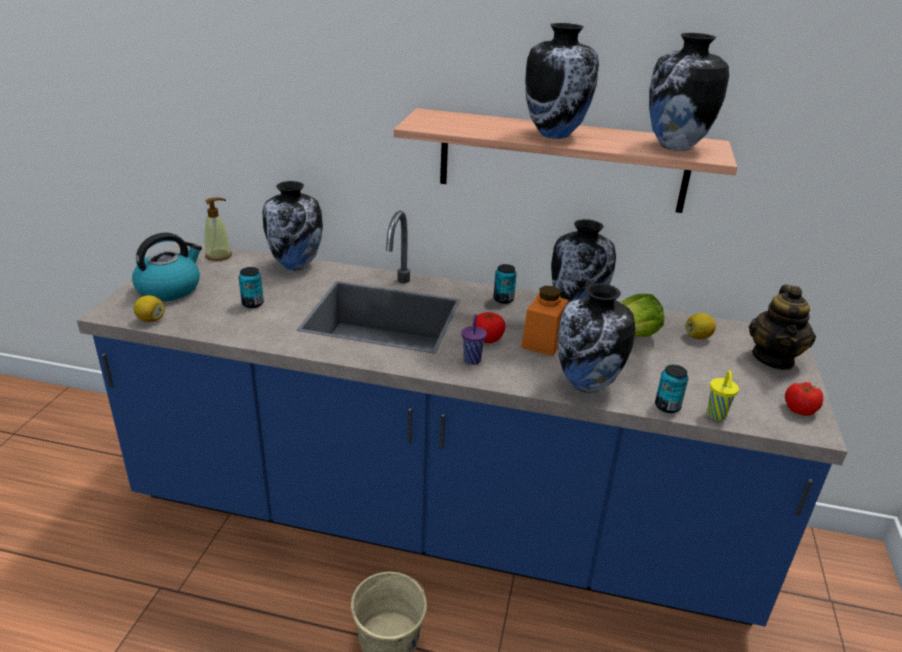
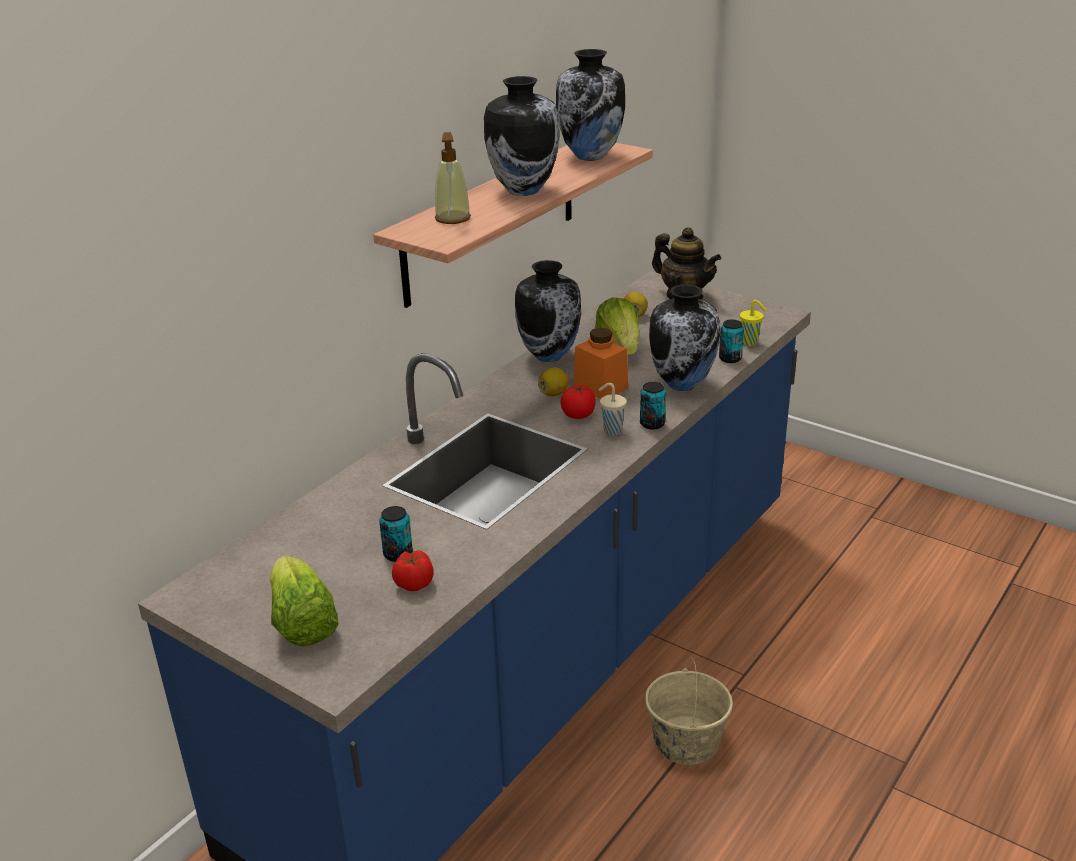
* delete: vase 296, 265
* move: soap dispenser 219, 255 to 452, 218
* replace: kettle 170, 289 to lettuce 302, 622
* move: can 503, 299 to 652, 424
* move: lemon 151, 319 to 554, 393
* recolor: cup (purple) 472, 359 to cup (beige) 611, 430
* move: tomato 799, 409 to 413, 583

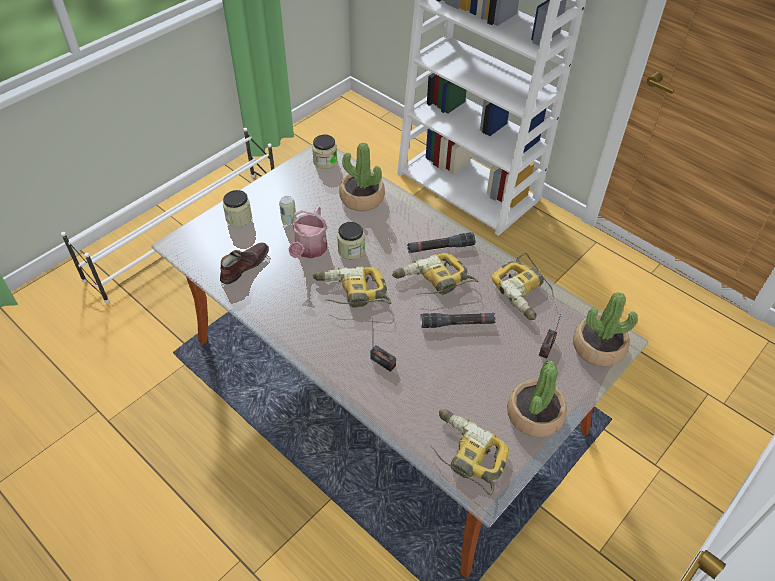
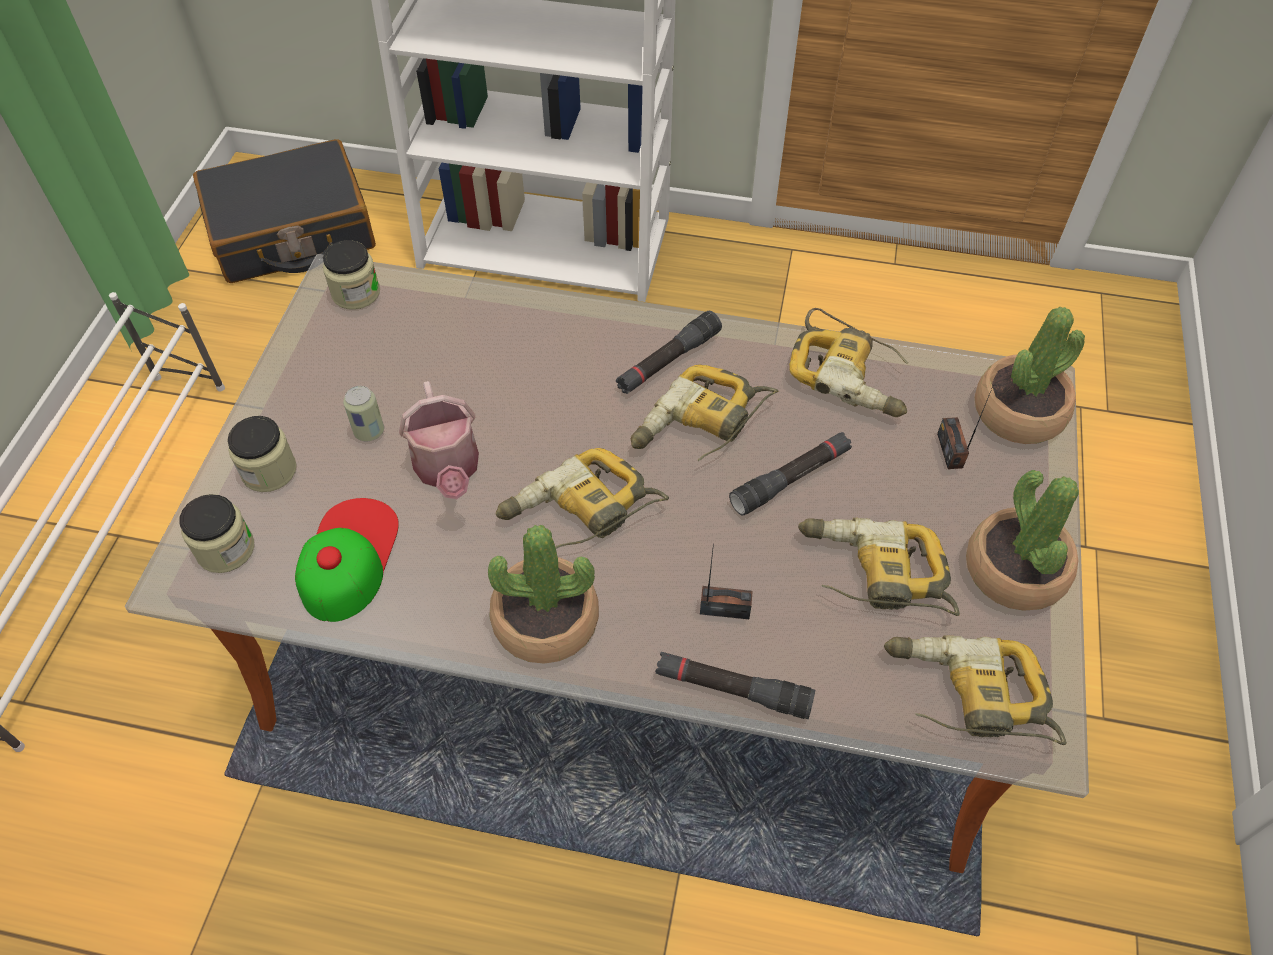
* move: potted plant 362, 198 to 545, 621
* move: jar 351, 250 to 226, 549
* replace: shoe (brown) 244, 266 to cap 348, 557
* insert: suitcase (black) 292, 232
* insert: power drill 873, 574
* insert: flashlight (black) 733, 690

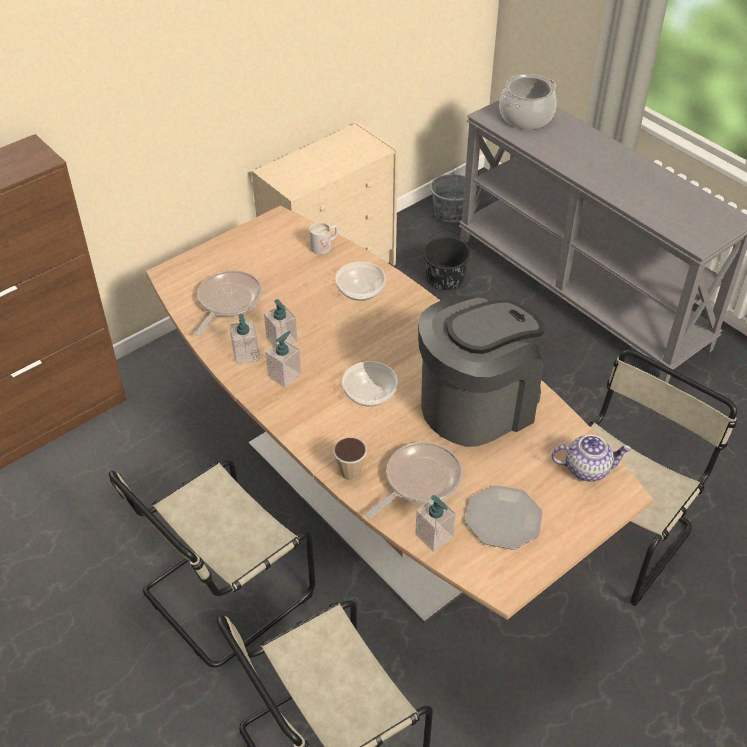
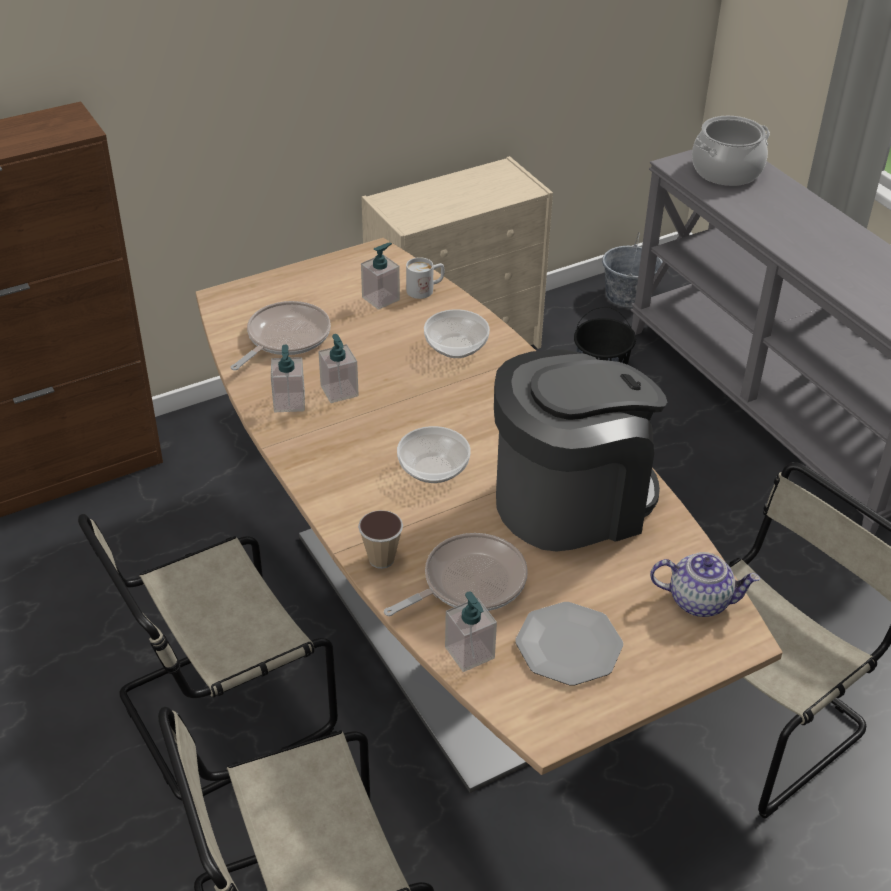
* move: soap dispenser 284, 375 to 381, 298

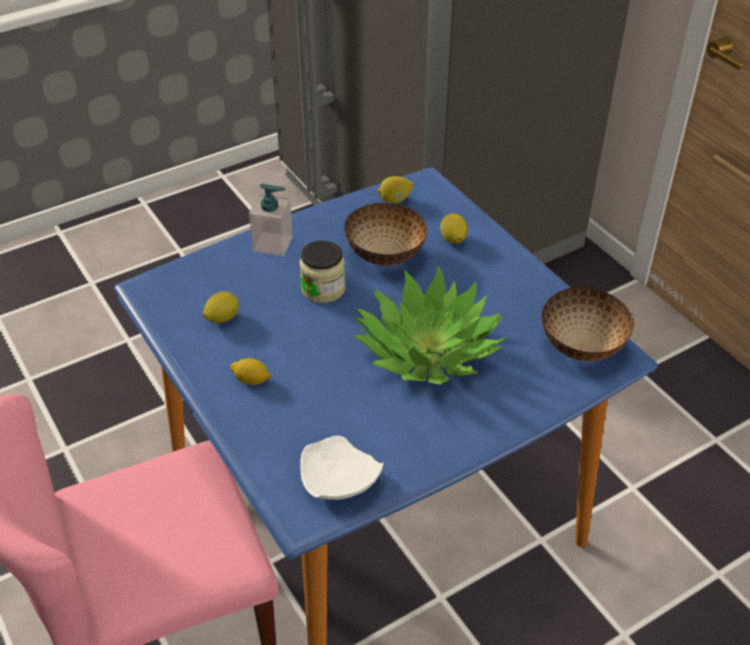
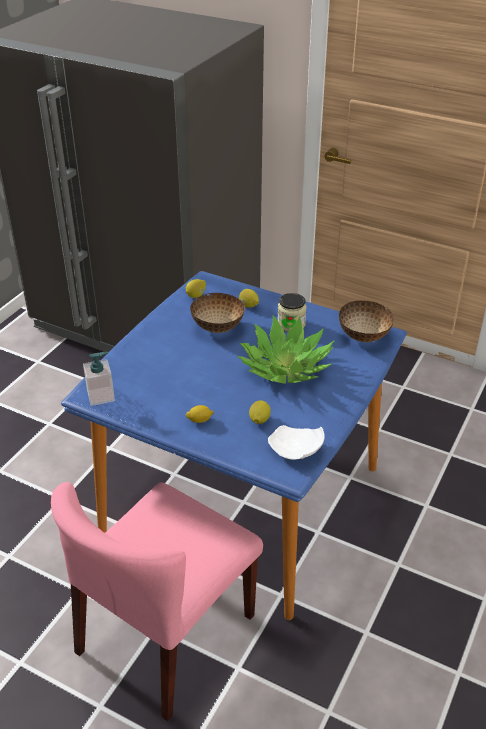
* move: soap dispenser 273, 244 to 101, 396
* move: jar 323, 289 to 291, 324
* move: lemon 222, 318 to 259, 420

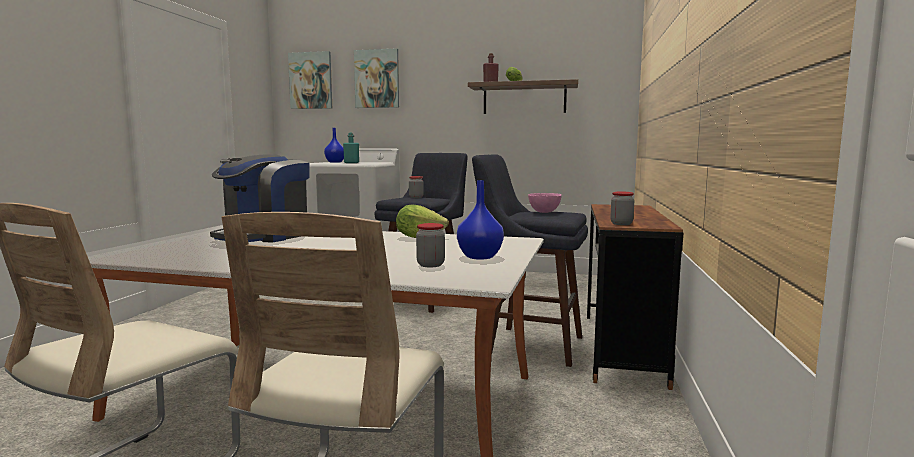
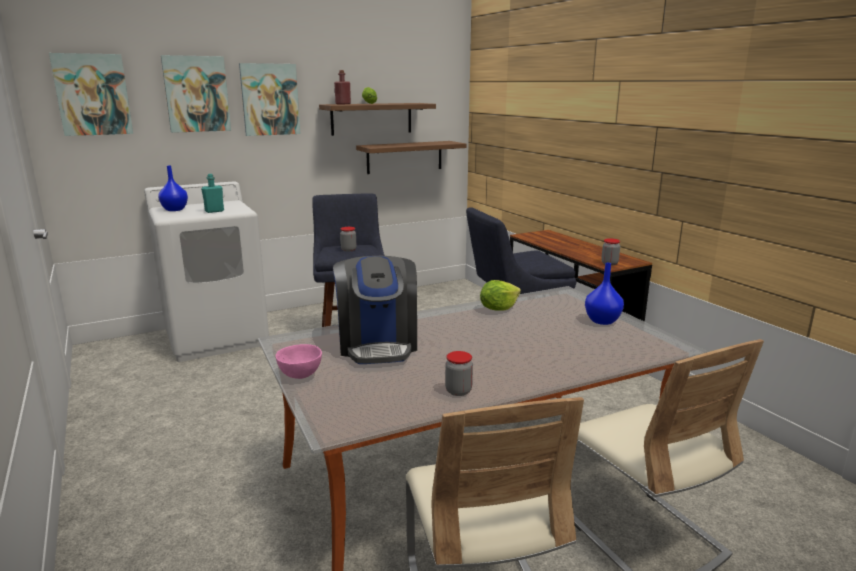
* move: bowl (pink) 544, 212 to 300, 376
* move: jar 430, 265 to 458, 391
* insert: picture 270, 99
* insert: shelf 404, 157

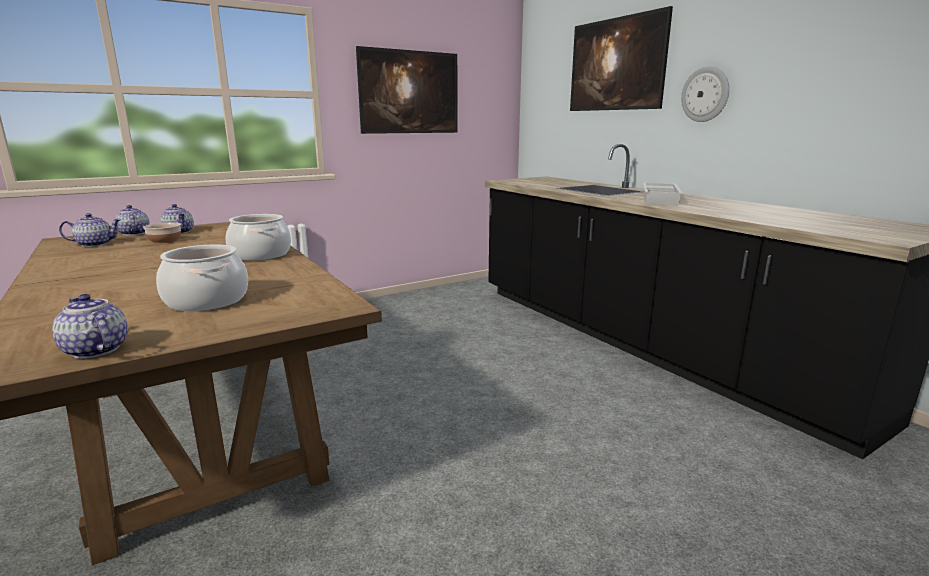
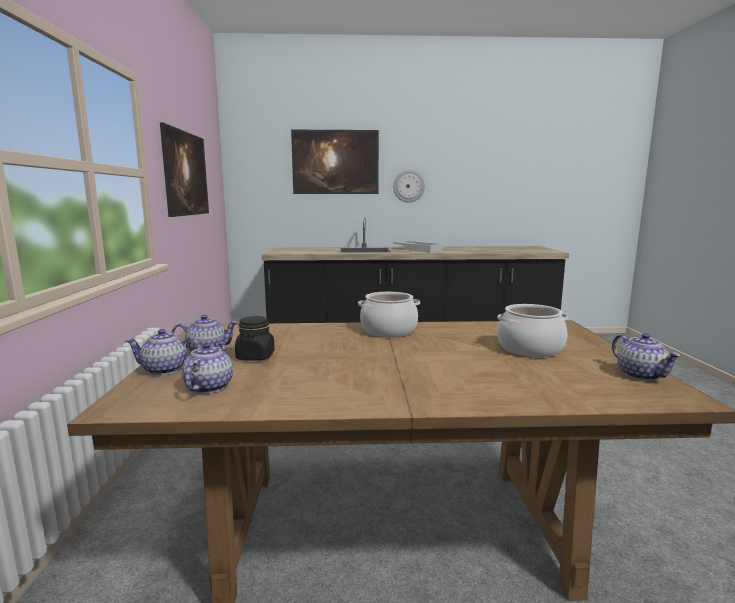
* replace: bowl 165, 241 to jar (black) 255, 357
* rotate: teapot 95, 350 = 640, 375 90 degrees counterclockwise

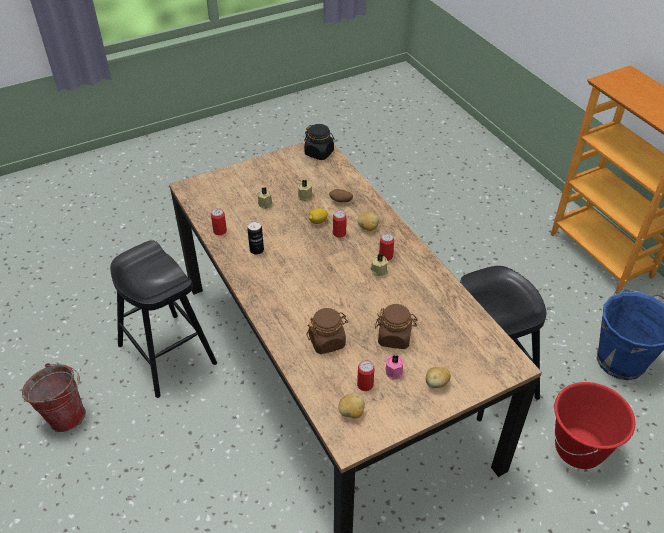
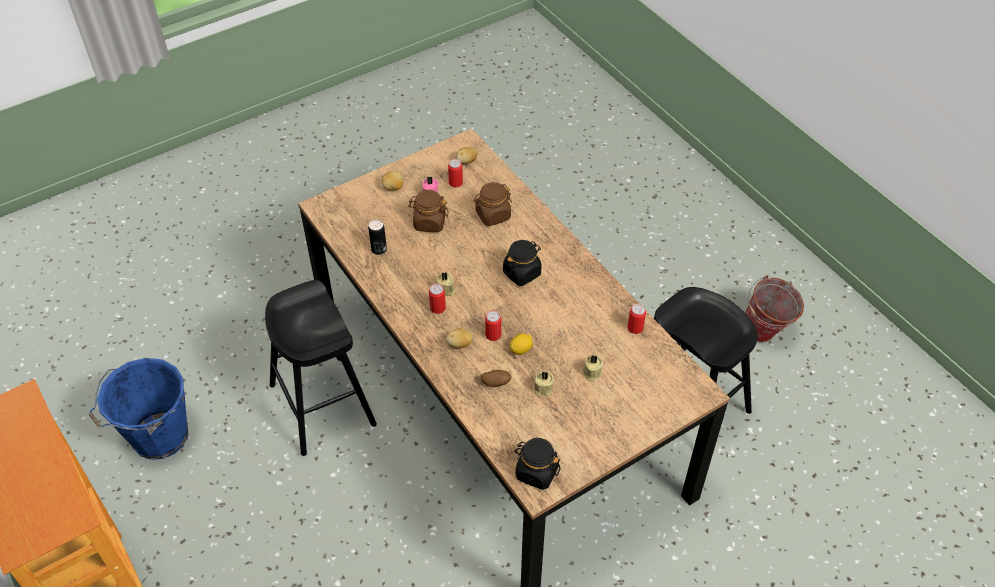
* move: can 256, 250 to 379, 249
* delete: bucket (red) 579, 449
* insert: jar (black) 522, 273

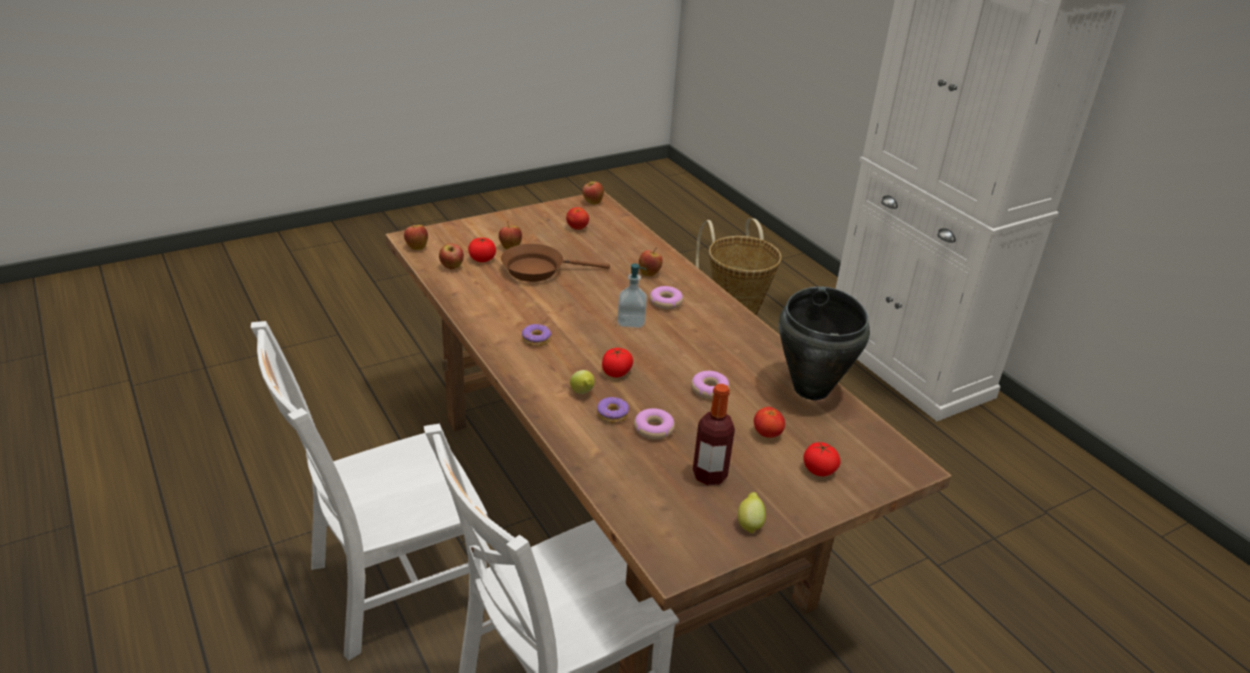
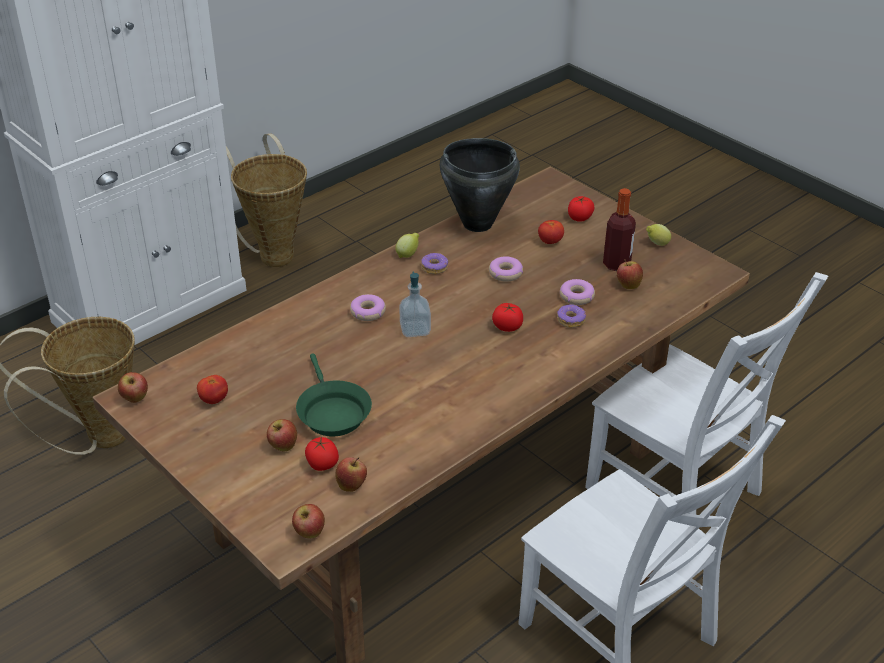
* recolor: frying pan (brown) 538, 270 to frying pan (green) 332, 412
* move: apple 649, 273 to 628, 285
* move: donut 536, 340 to 434, 267
* move: lemon 582, 393 to 408, 254
* insert: basket 274, 253

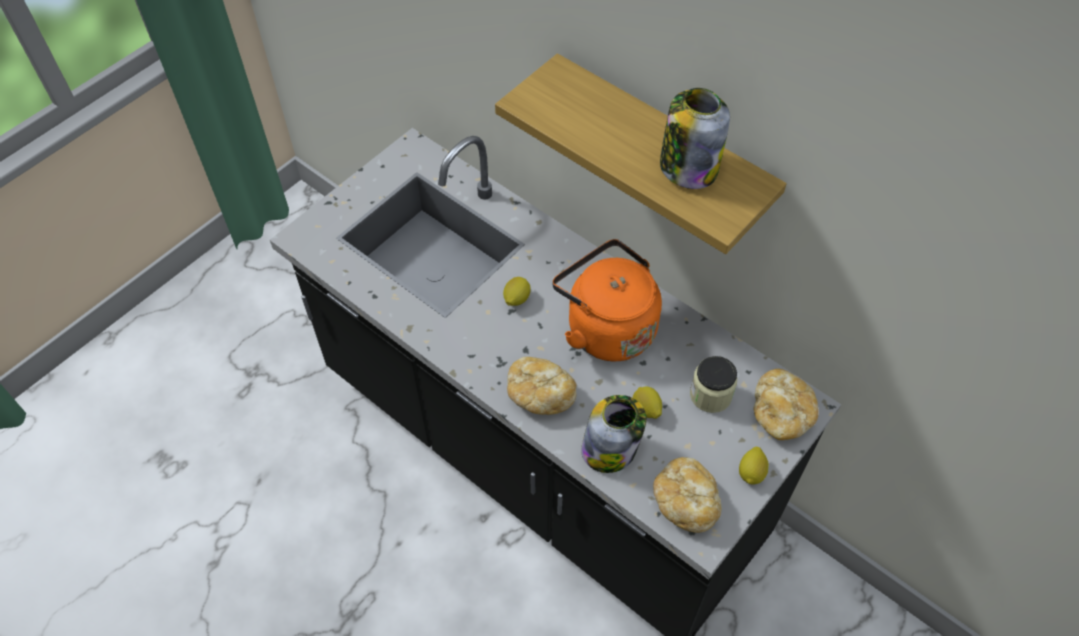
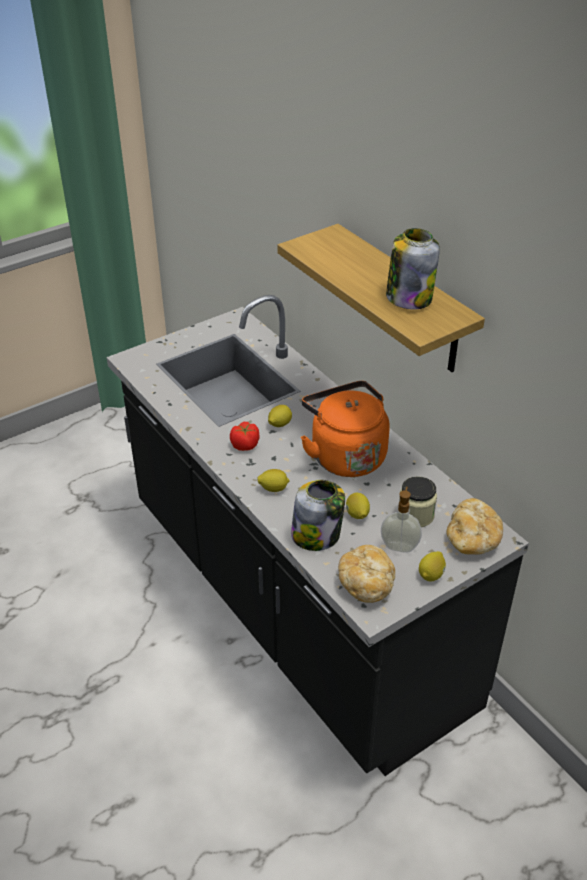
* replace: bread 540, 394 to lemon 273, 488
* insert: tomato 245, 445
* insert: soap dispenser 399, 546

